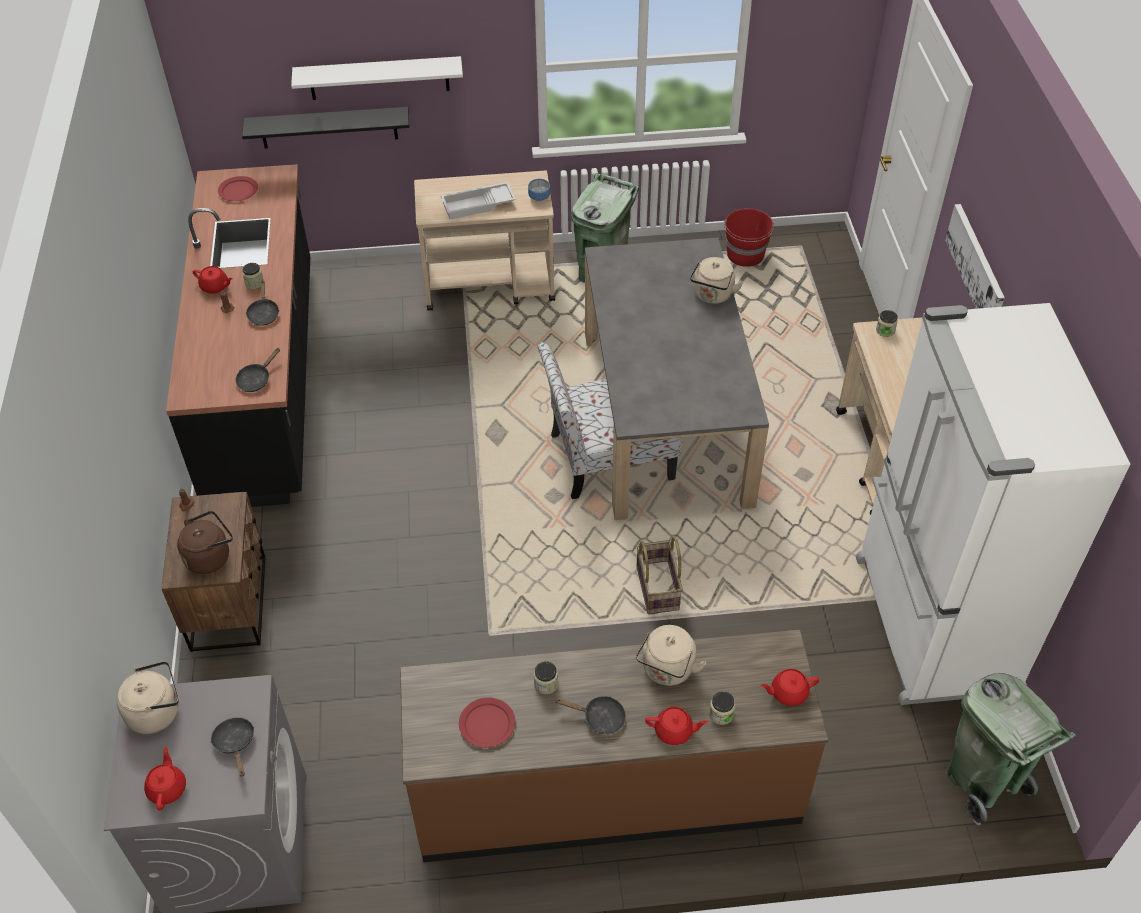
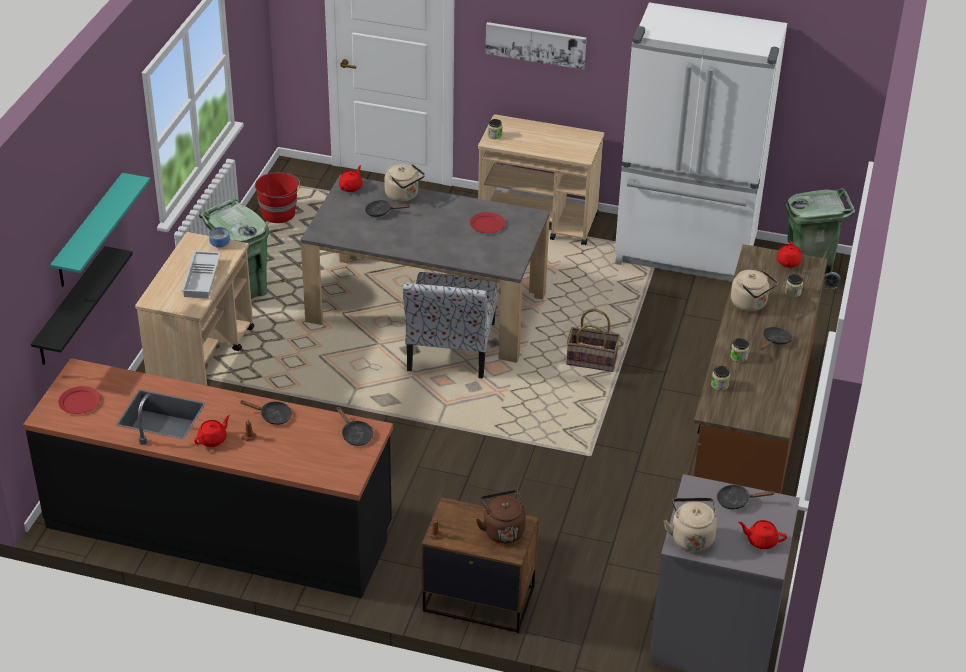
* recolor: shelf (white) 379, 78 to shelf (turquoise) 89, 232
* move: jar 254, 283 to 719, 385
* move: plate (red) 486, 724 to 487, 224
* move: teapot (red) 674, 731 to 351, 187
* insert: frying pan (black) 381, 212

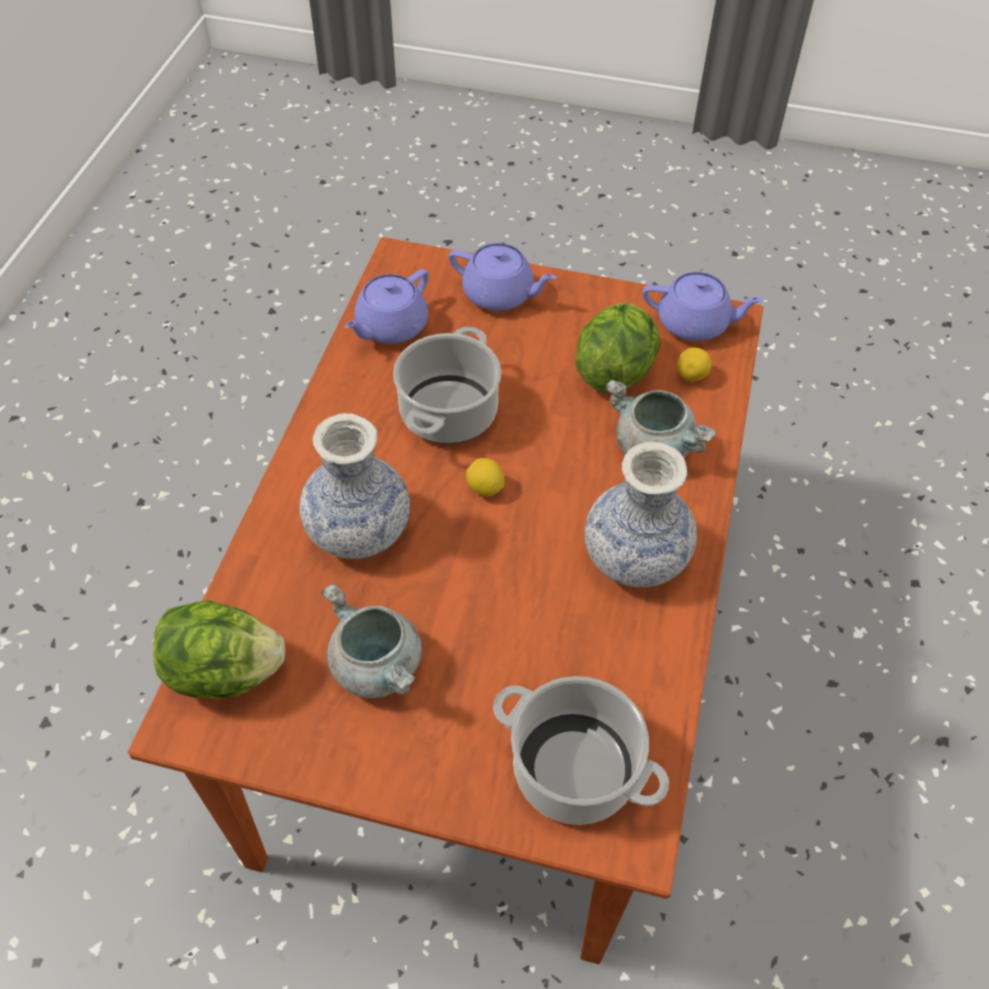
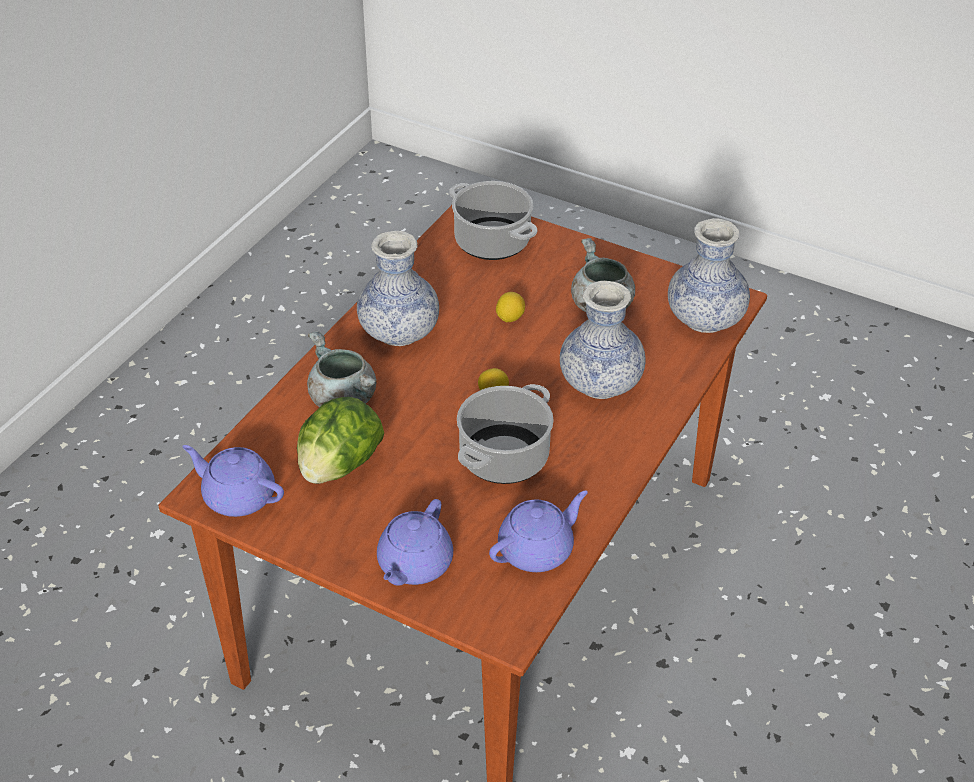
* rotate: teapot (purple) 500, 295 = 414, 565 105 degrees counterclockwise
* move: lemon 692, 376 to 510, 318
* replace: lettuce 225, 672 to vase 705, 319

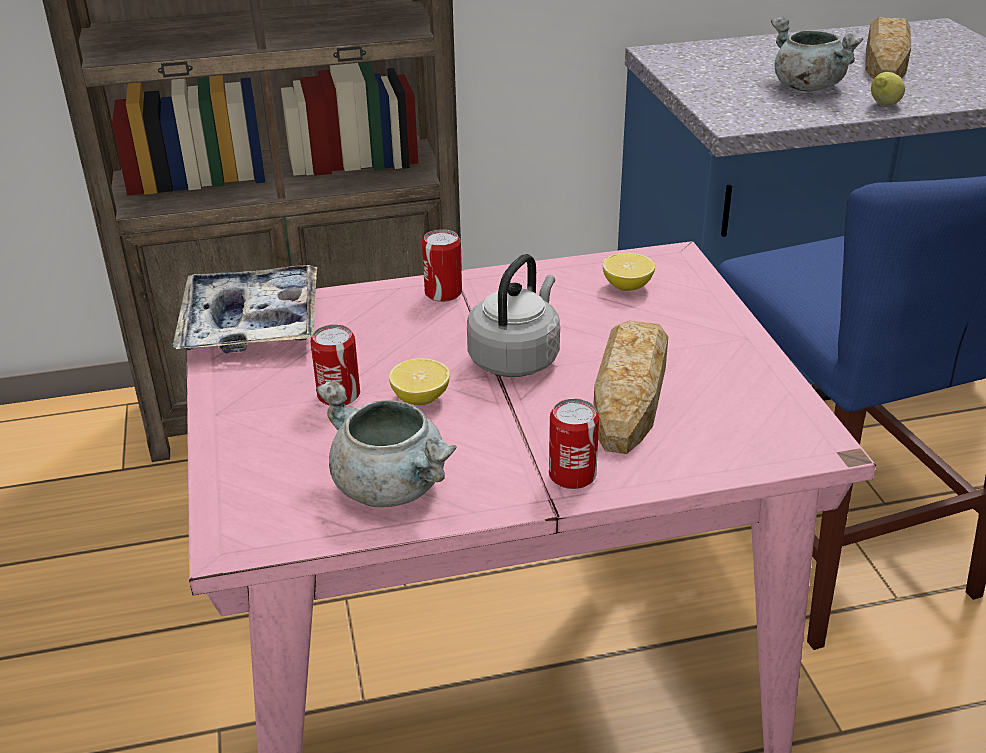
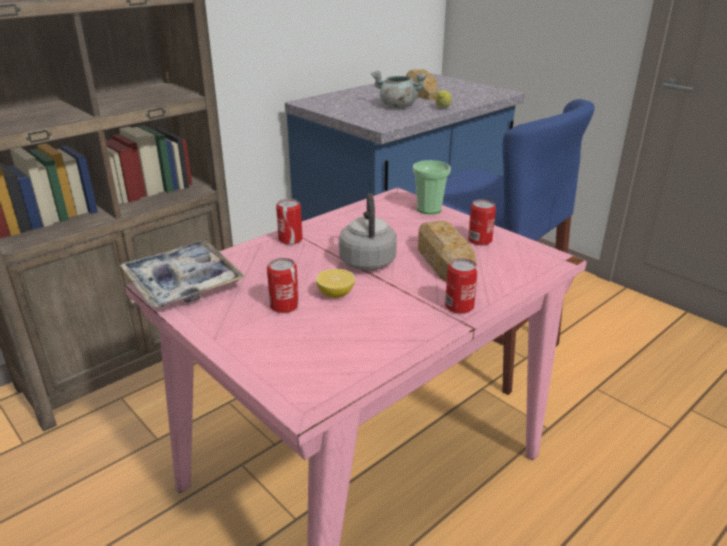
* delete: lemon 627, 286
* delete: cooking pot (grey) 393, 486
* insert: cup 429, 209
* insert: can 480, 240

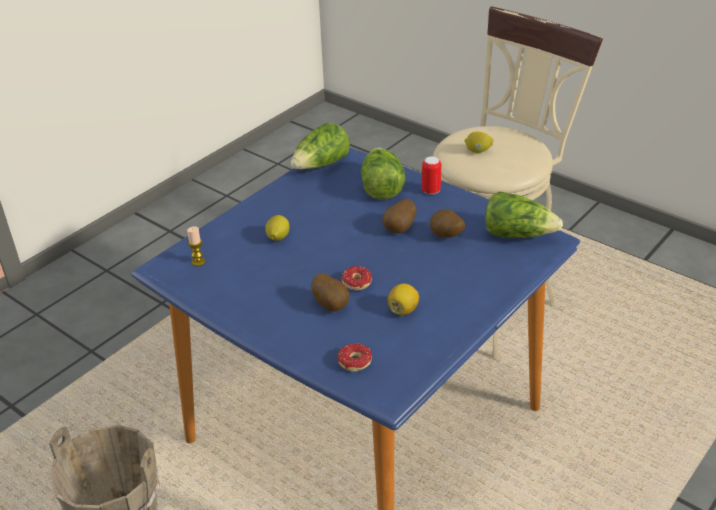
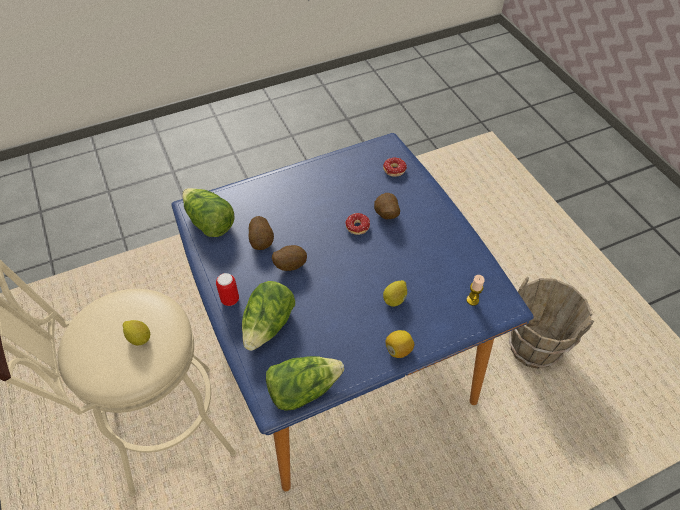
* move: lemon 403, 310 to 398, 349

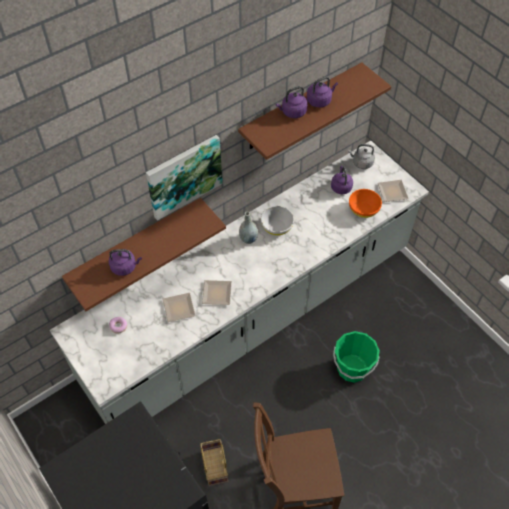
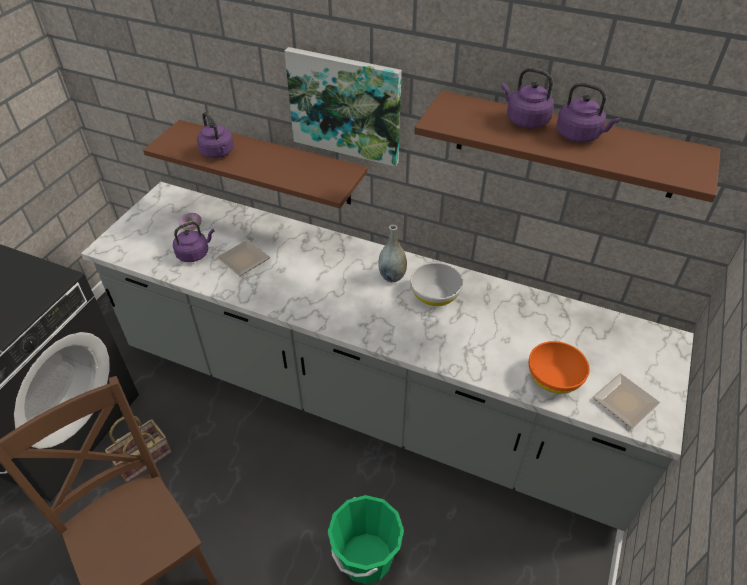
* delete: kettle (grey) 361, 163
* move: kettle (purple) 341, 187 to 195, 254
* delete: plate 216, 294

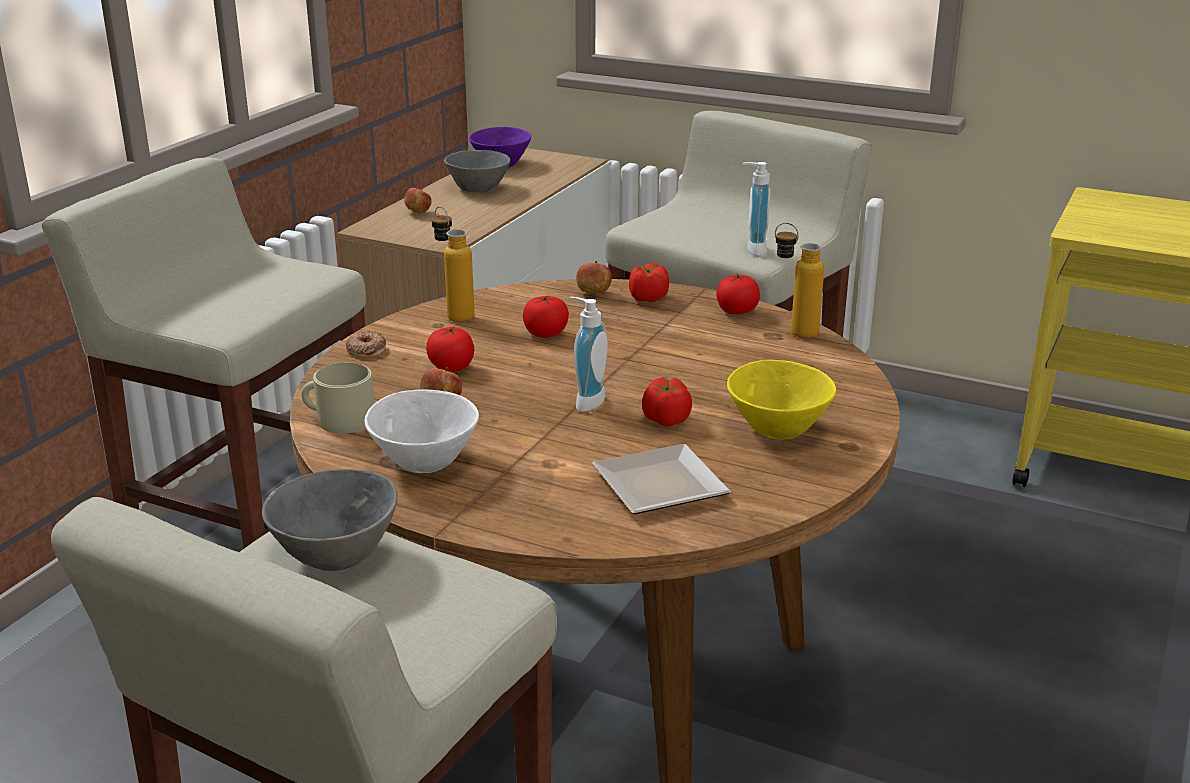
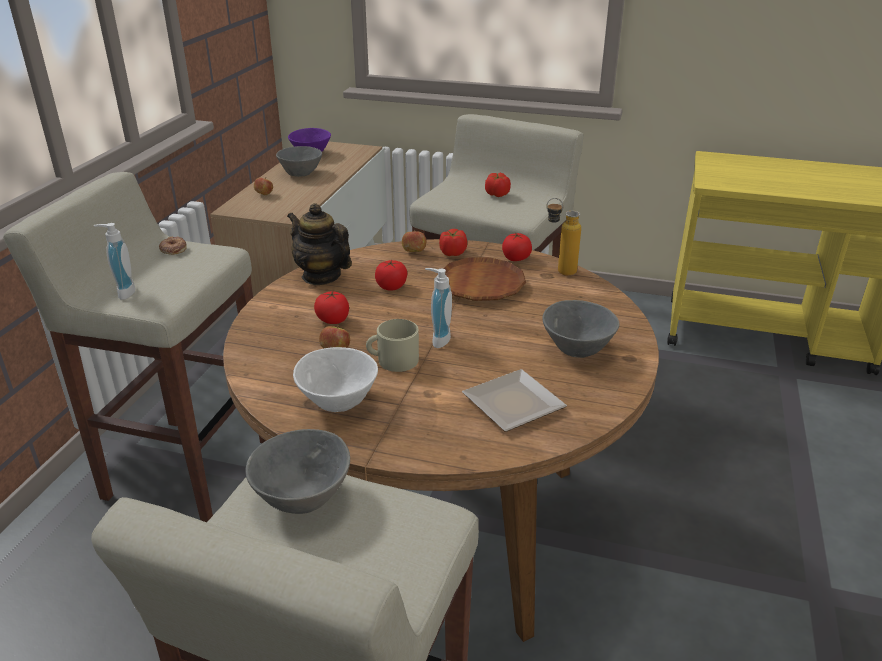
* move: soap dispenser 752, 249 to 123, 292
* replace: bottle 454, 314 to teapot 321, 276
* move: donut 366, 349 to 173, 249
* recolor: bowl (yellow) 775, 430 to bowl (grey) 575, 350
* move: mug (beige) 339, 419 to 393, 360
* move: tomato 666, 420 to 497, 194
* insert: plate (brown) 481, 285

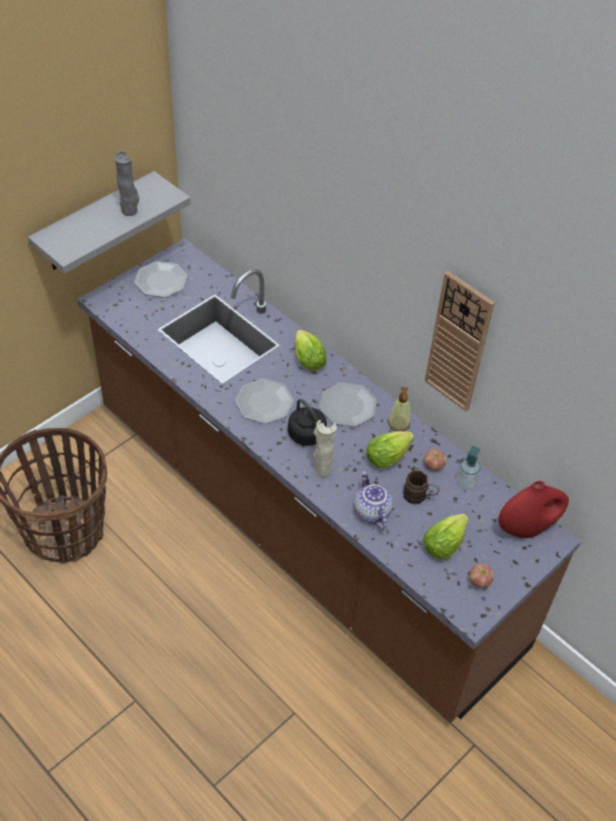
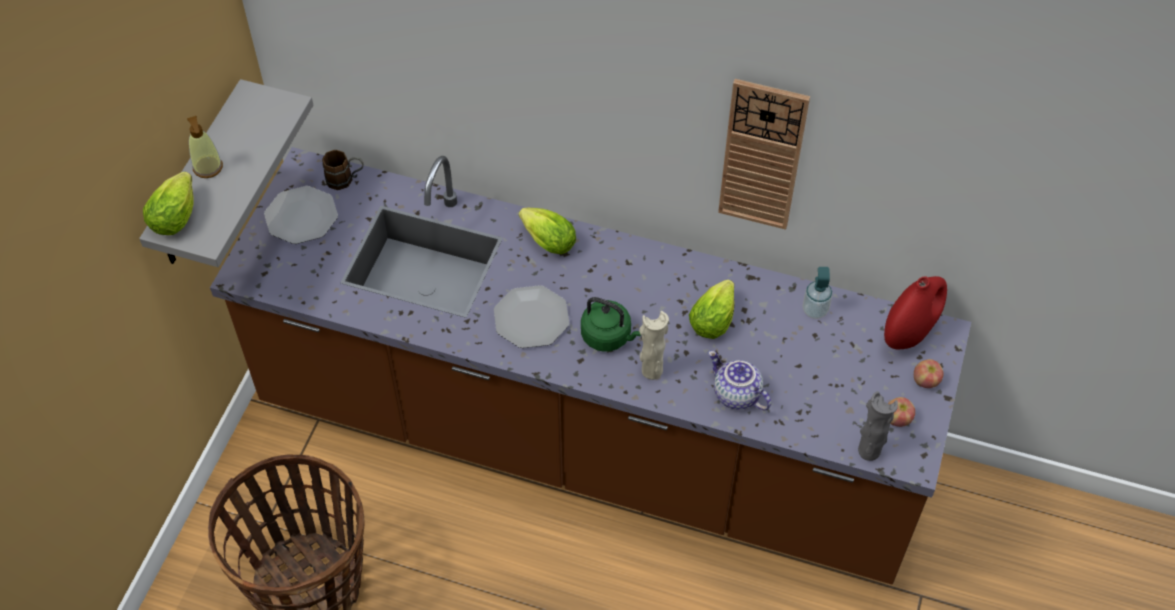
* move: vase (grey) 130, 211 to 869, 450
* delete: plate 348, 406
* move: soap dispenser 398, 424 to 208, 167
* recolor: kettle (black) 308, 436 to kettle (green) 608, 336
* move: apple 433, 466 to 925, 381
* move: mug (brown) 419, 497 to 345, 179
* move: lettuce 446, 542 to 176, 214

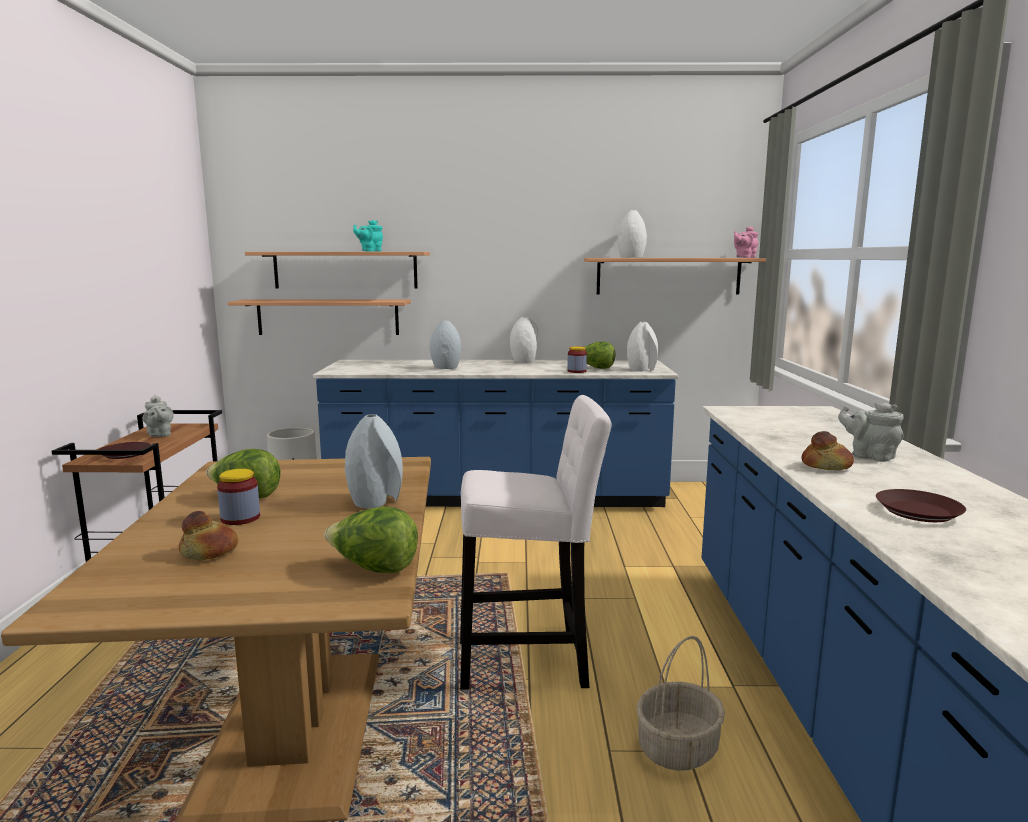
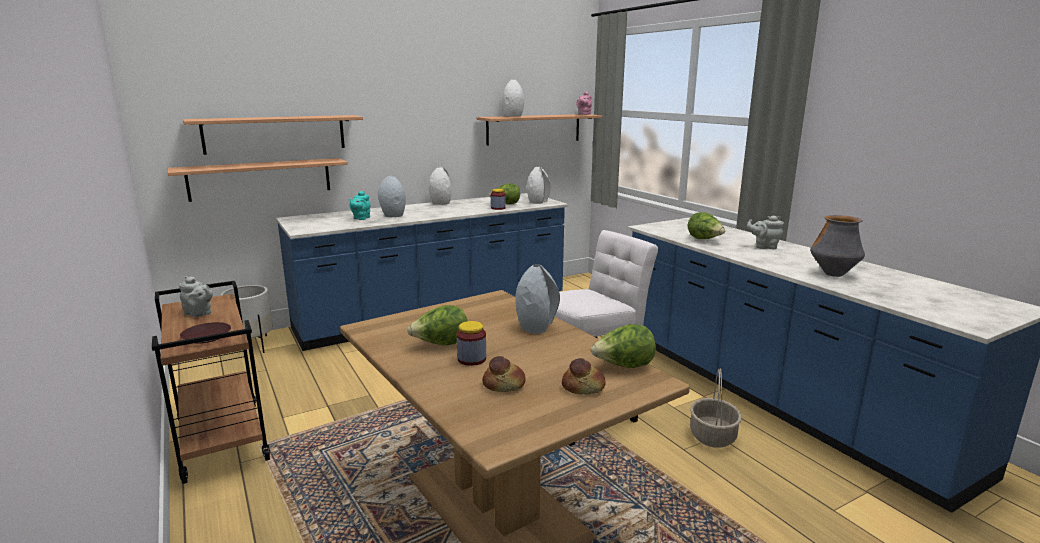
* move: teapot (turquoise) 370, 251 to 361, 218
* move: bread 826, 466 to 583, 387
* replace: plate (brown) 918, 512 to vase 833, 274
* insert: lettuce 704, 239

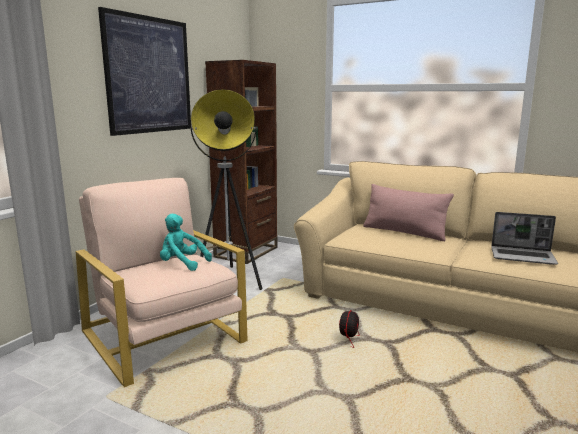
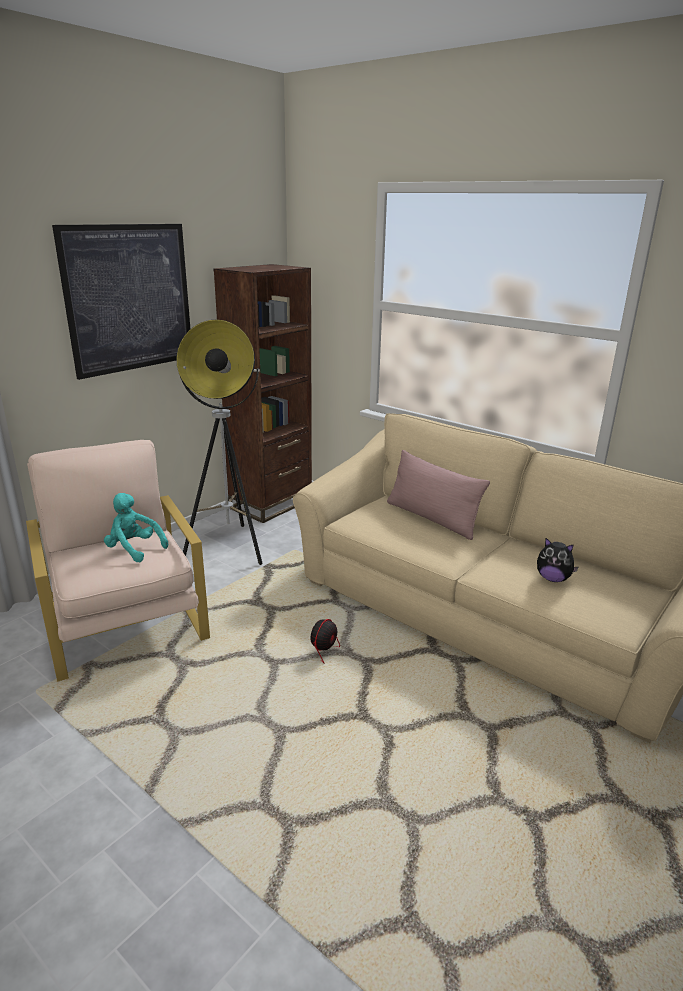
* replace: laptop 523, 256 to plush toy 553, 579

